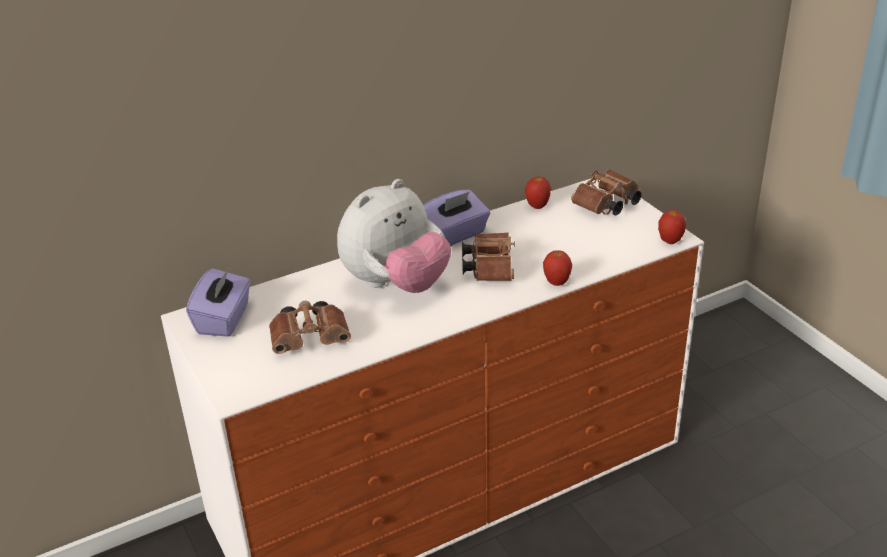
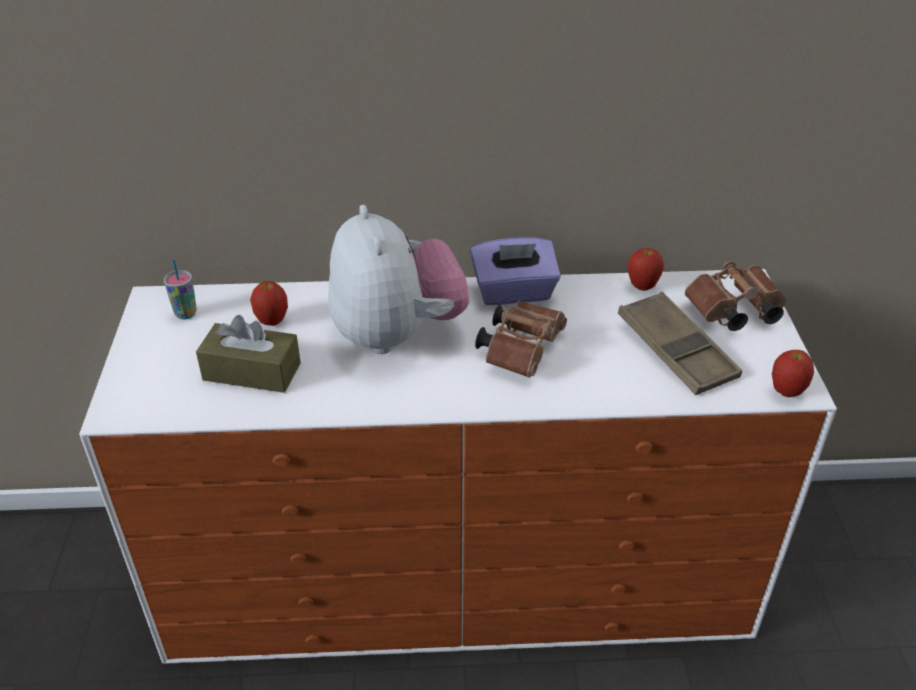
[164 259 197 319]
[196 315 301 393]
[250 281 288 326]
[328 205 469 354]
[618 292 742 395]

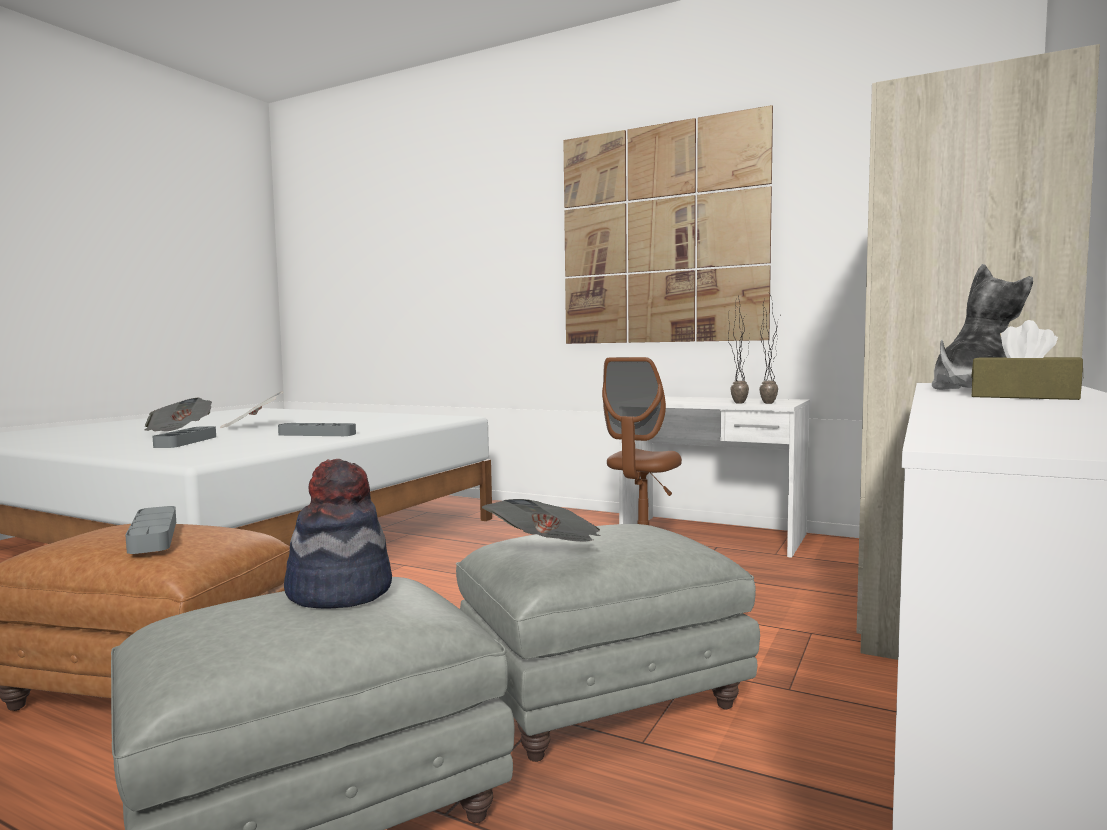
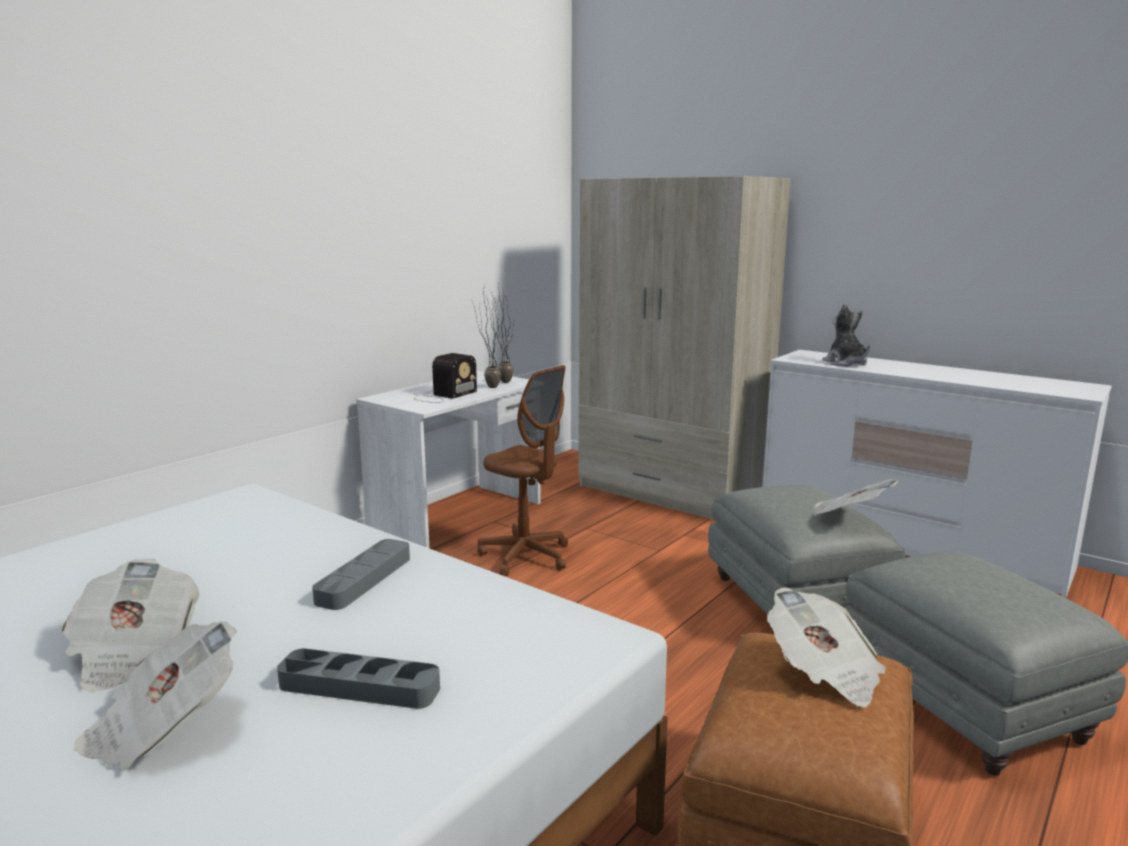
[414 353 477 403]
[767 587 886 707]
[284 459 392 608] (first image)
[563 105 773 344] (first image)
[971 320 1083 400] (first image)

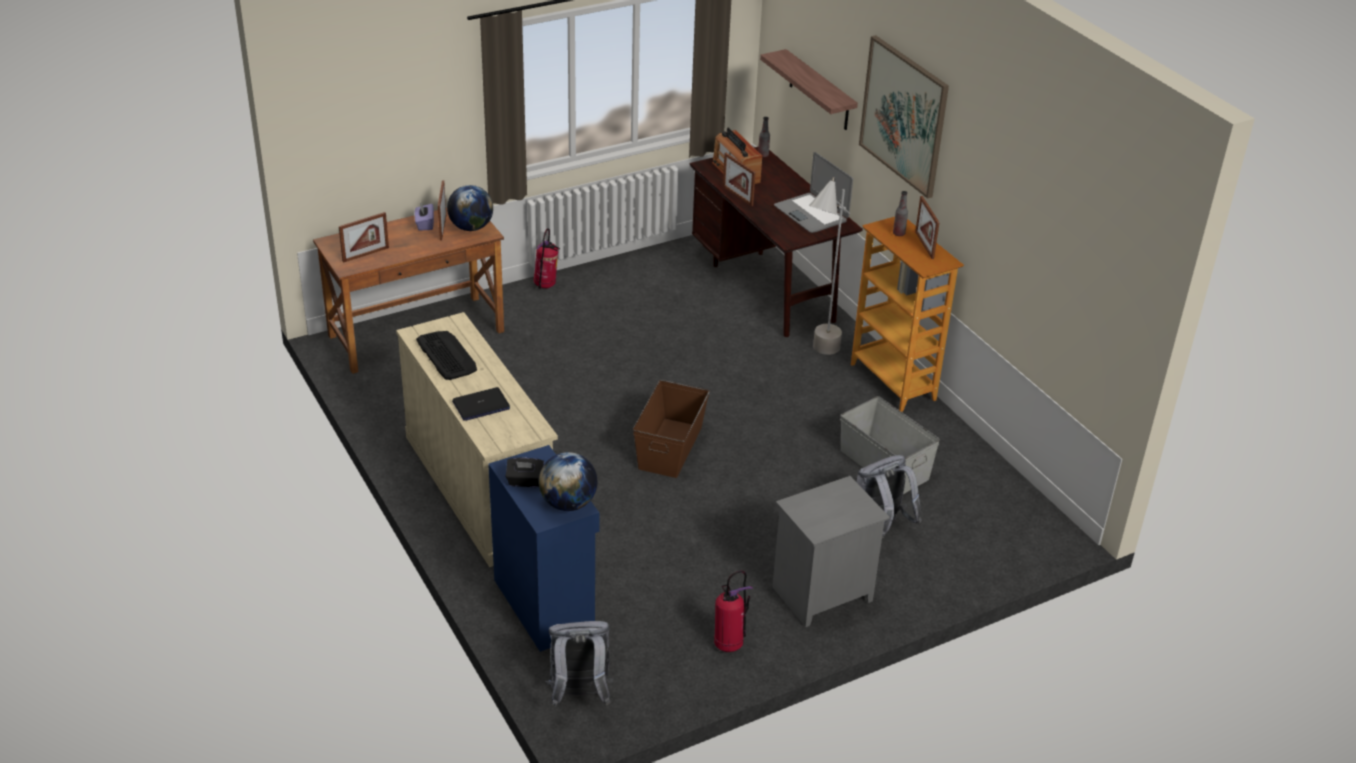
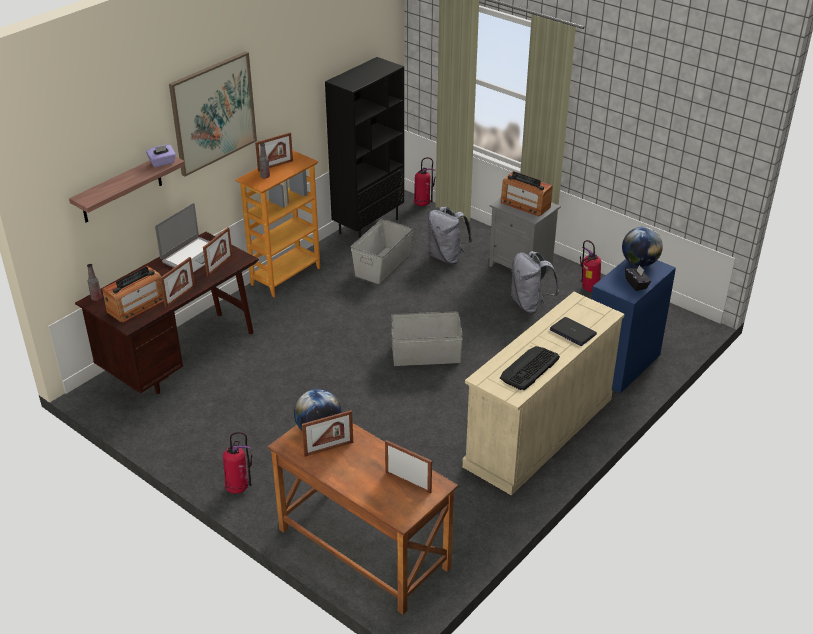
[146 145 176 167]
[203 227 233 276]
[325 57 404 238]
[391 311 463 366]
[414 157 436 206]
[501 171 553 216]
[511 251 559 313]
[809 177 850 355] (first image)

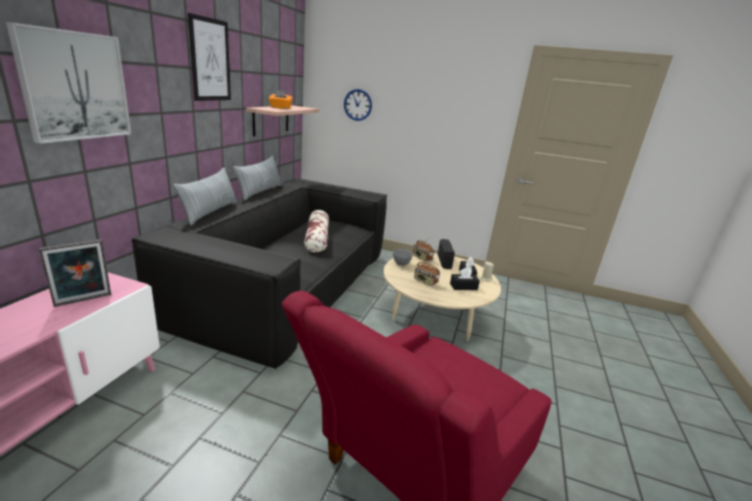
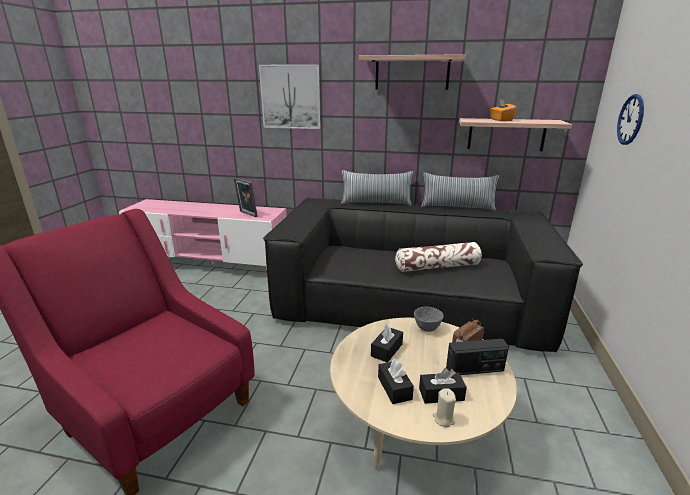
[359 54 466 90]
[371 324 403 362]

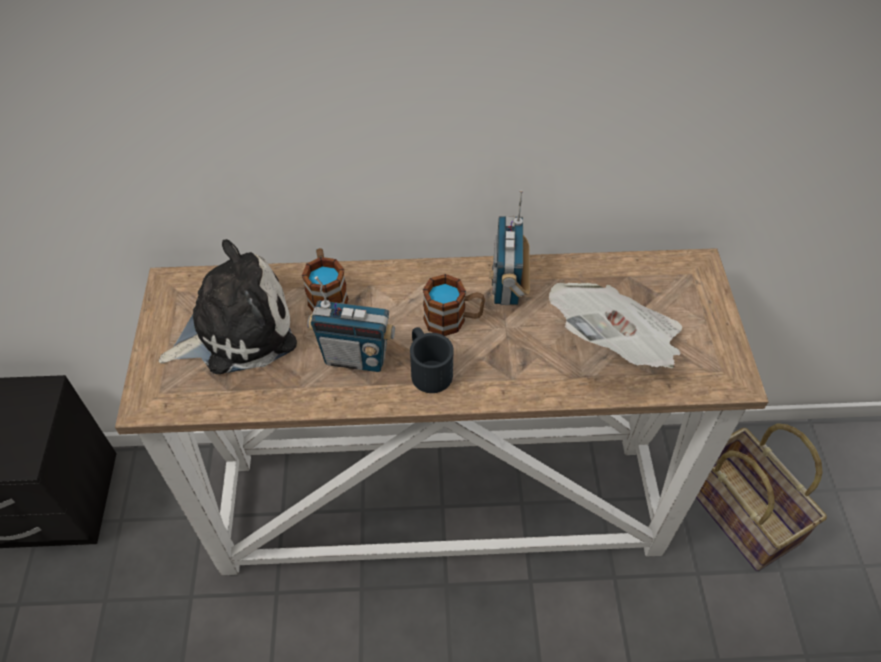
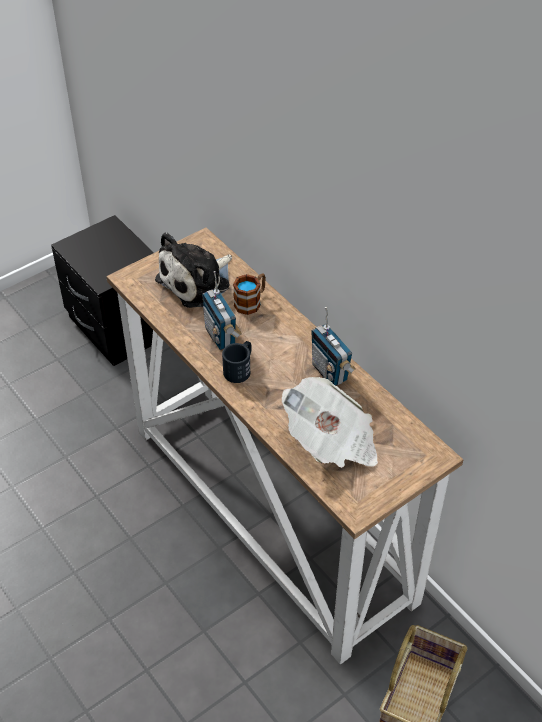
[155 232 232 308]
[311 307 356 386]
[423 274 485 336] (first image)

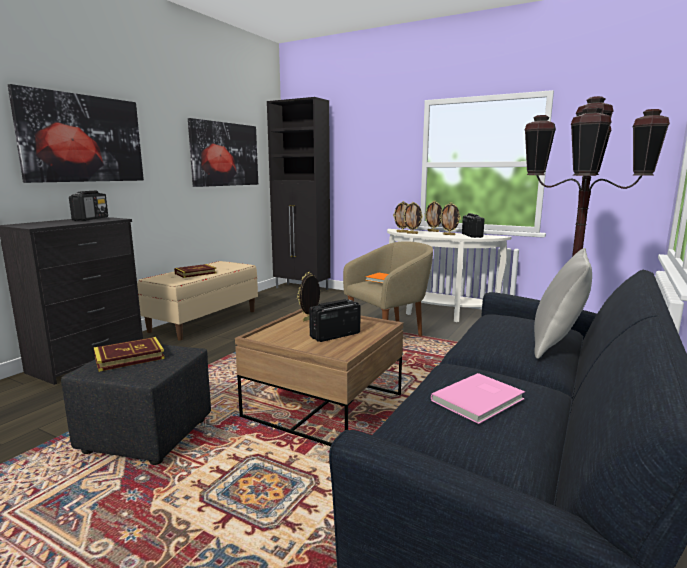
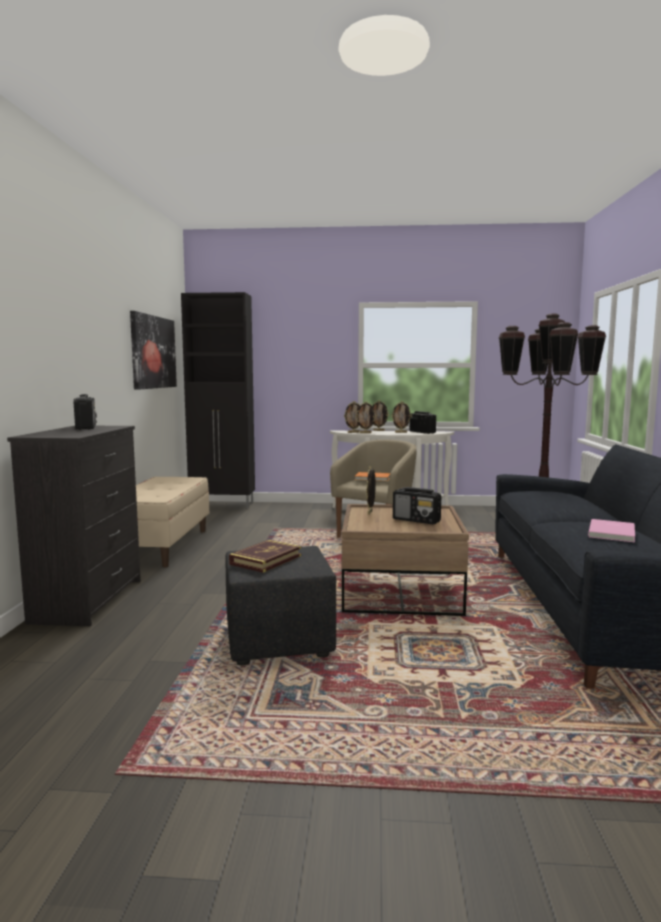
[393 487 441 524]
[8 84 144 183] (first image)
[174 264 217 278] (first image)
[534 248 592 359] (first image)

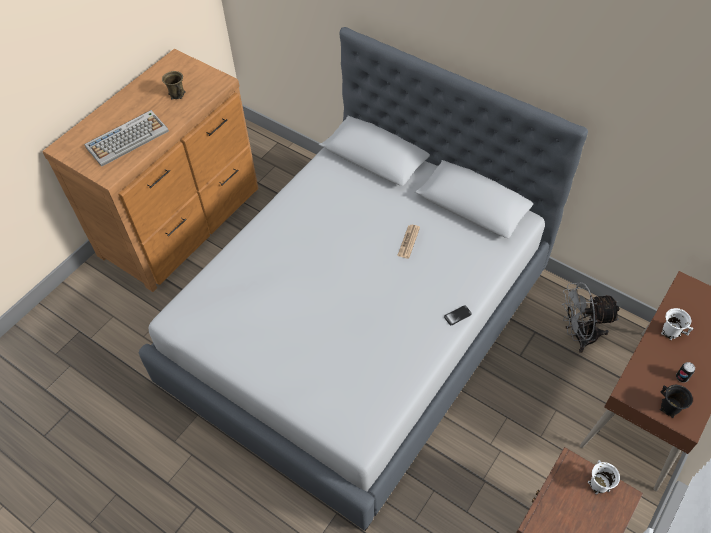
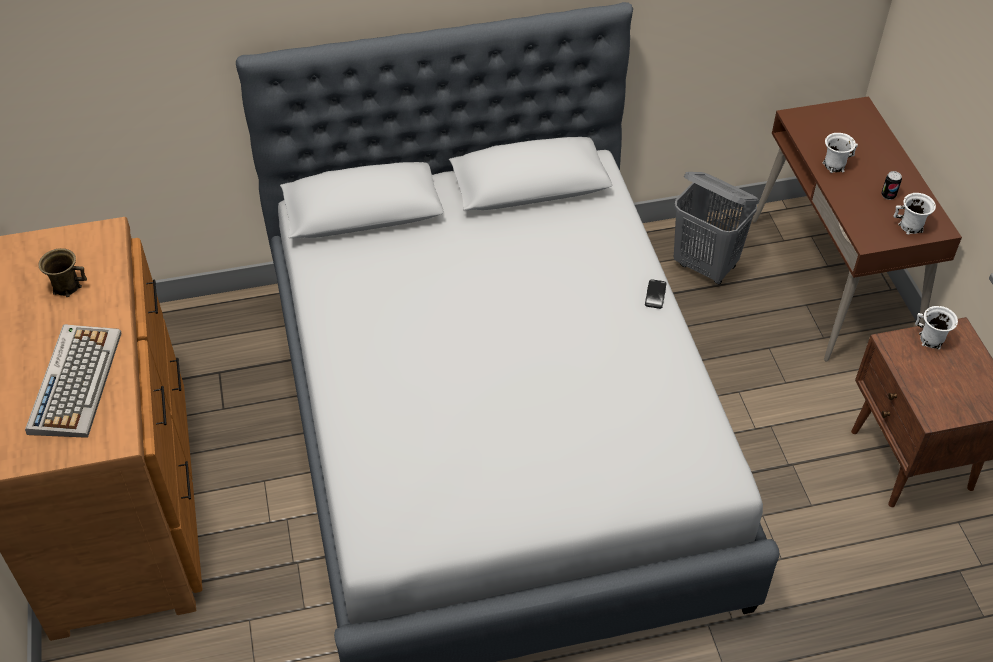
[674 172 758 285]
[893 193 936 235]
[397 225 420 259] (first image)

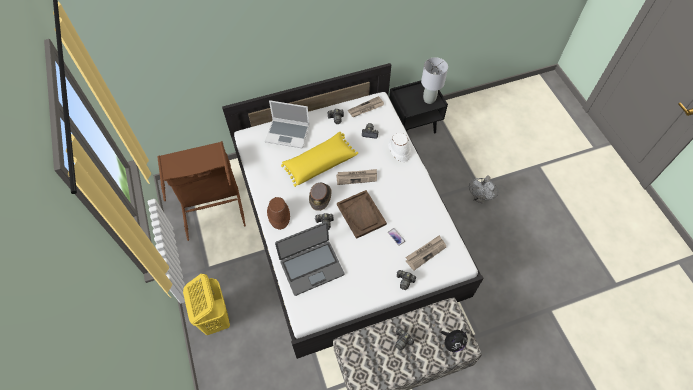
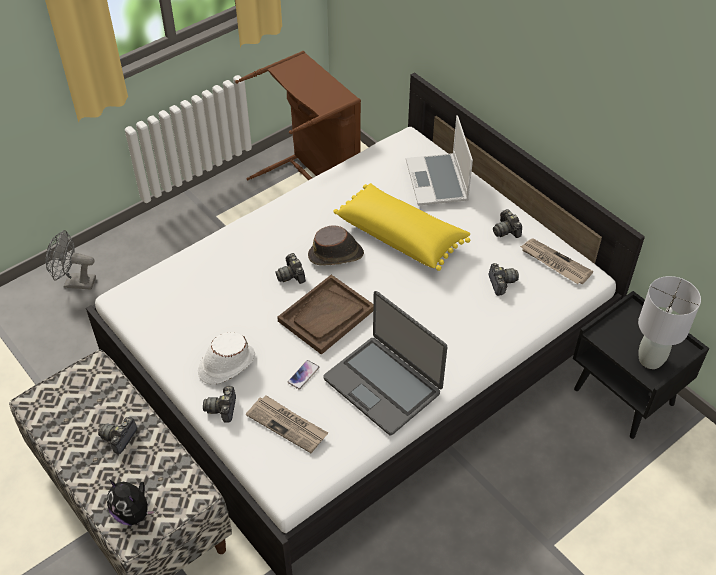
[46 230 96 290]
[198 332 255 385]
[323 291 447 435]
[183 274 230 335] (first image)
[267 197 290 230] (first image)
[336 169 377 185] (first image)

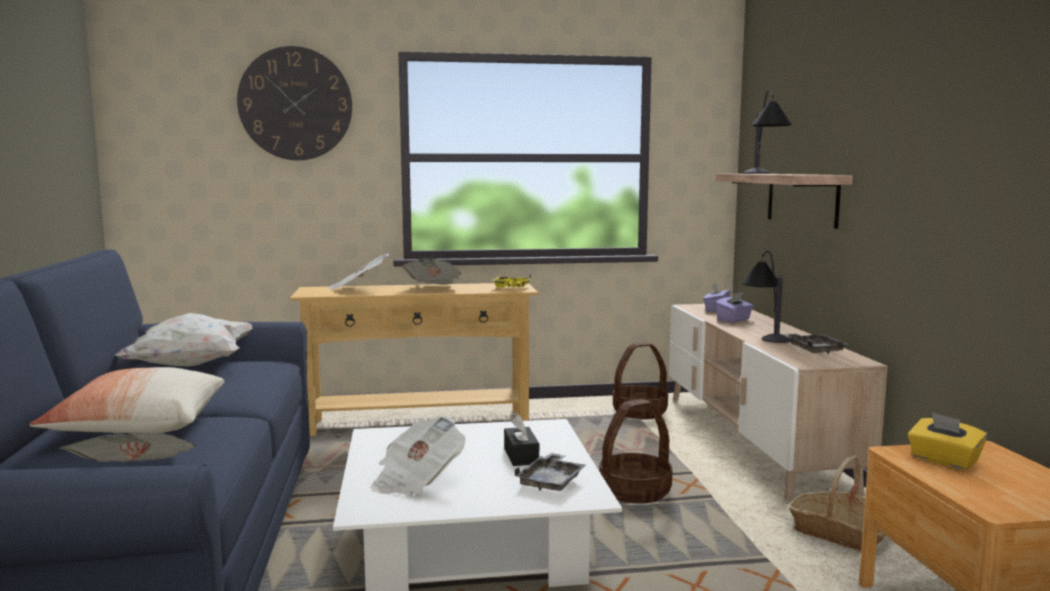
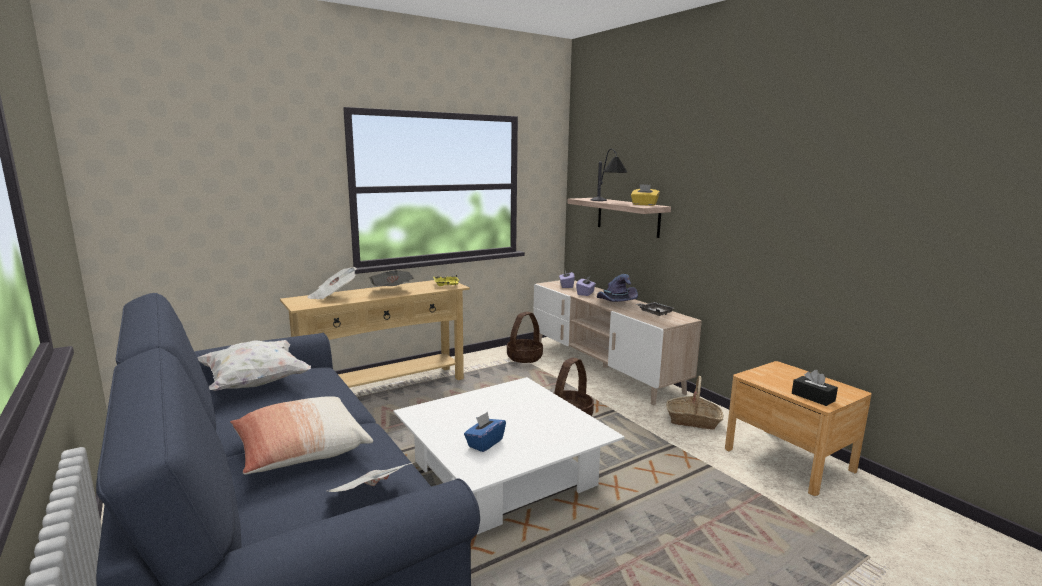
[464 412 506 452]
[597 274 638 302]
[631 184 660 206]
[792 370 838 406]
[237 46 352 160] (first image)
[514 453 586 491] (first image)

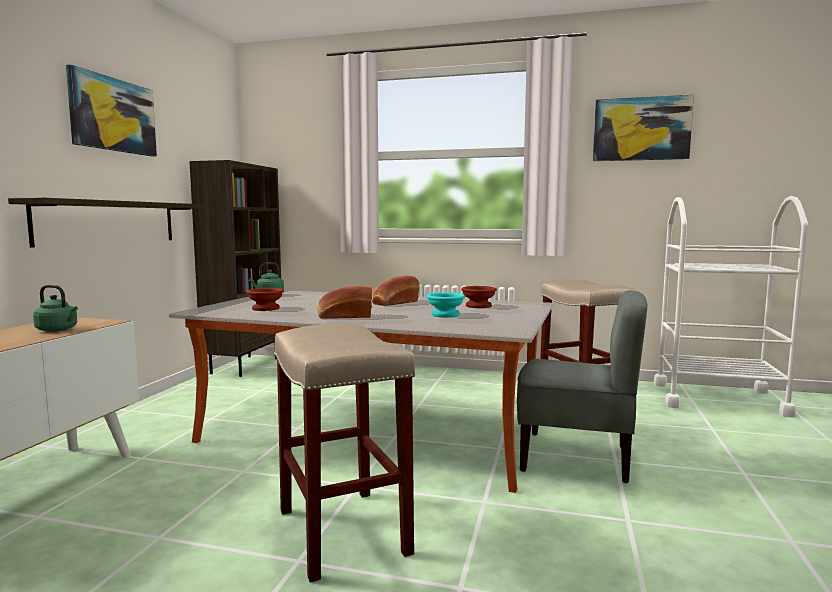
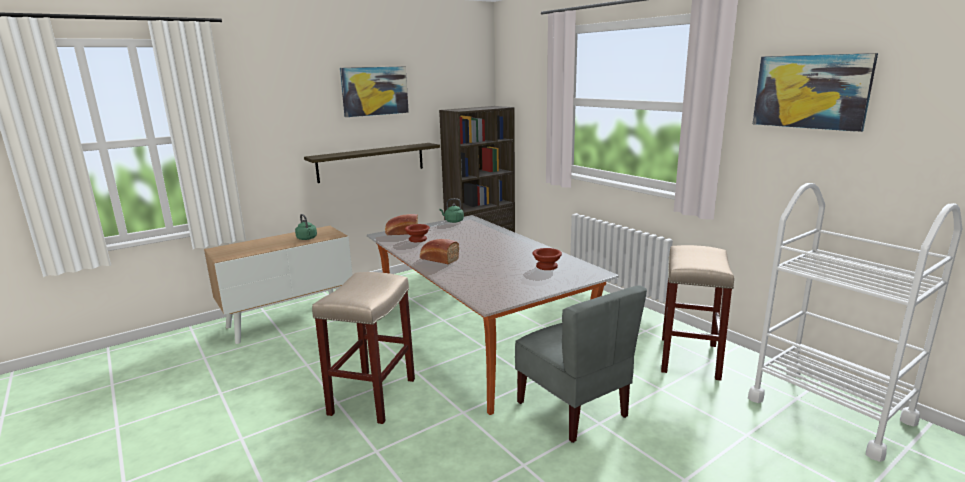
[385 214 418 235]
[426 292 465 317] (first image)

